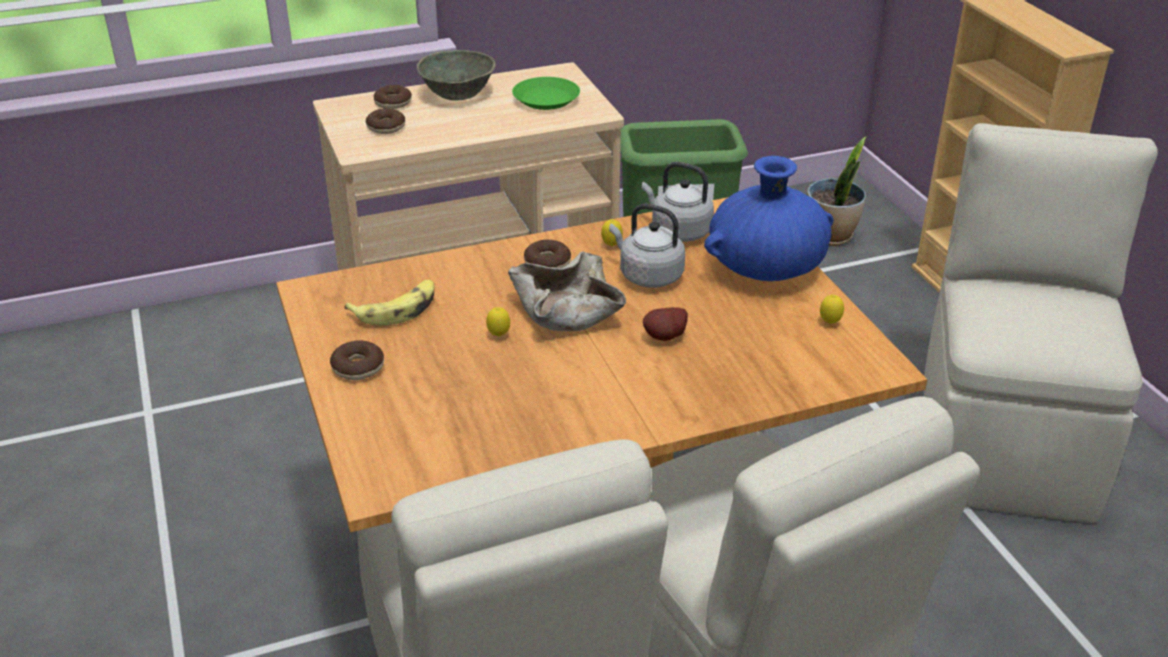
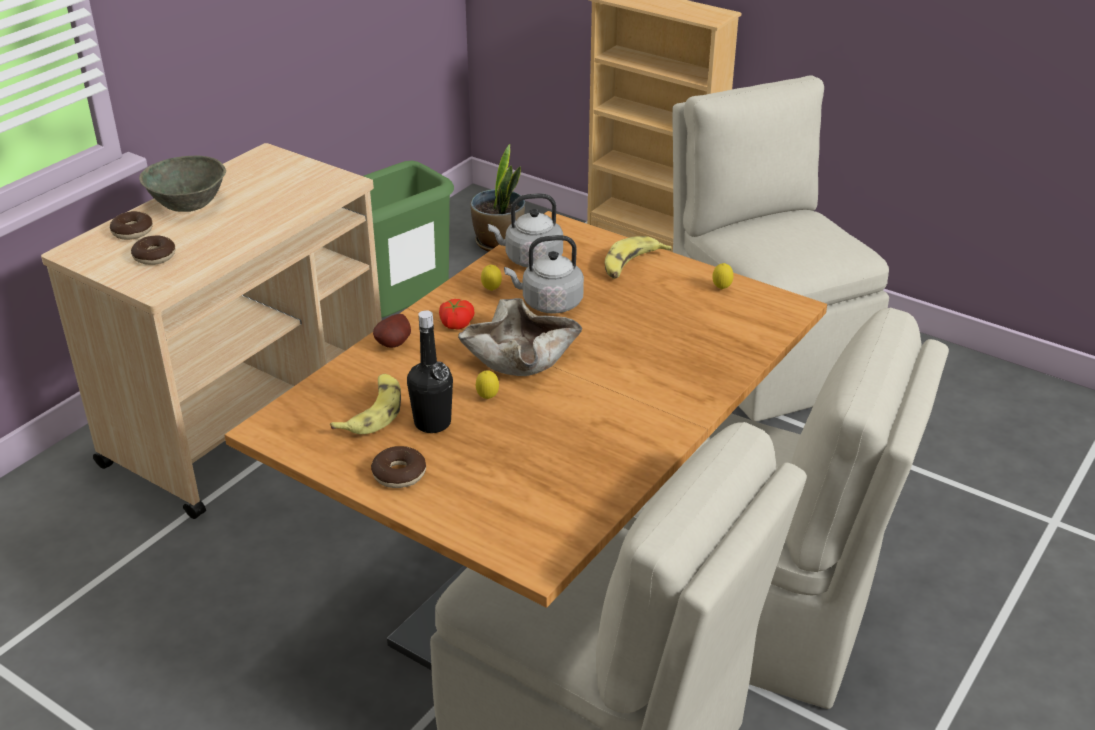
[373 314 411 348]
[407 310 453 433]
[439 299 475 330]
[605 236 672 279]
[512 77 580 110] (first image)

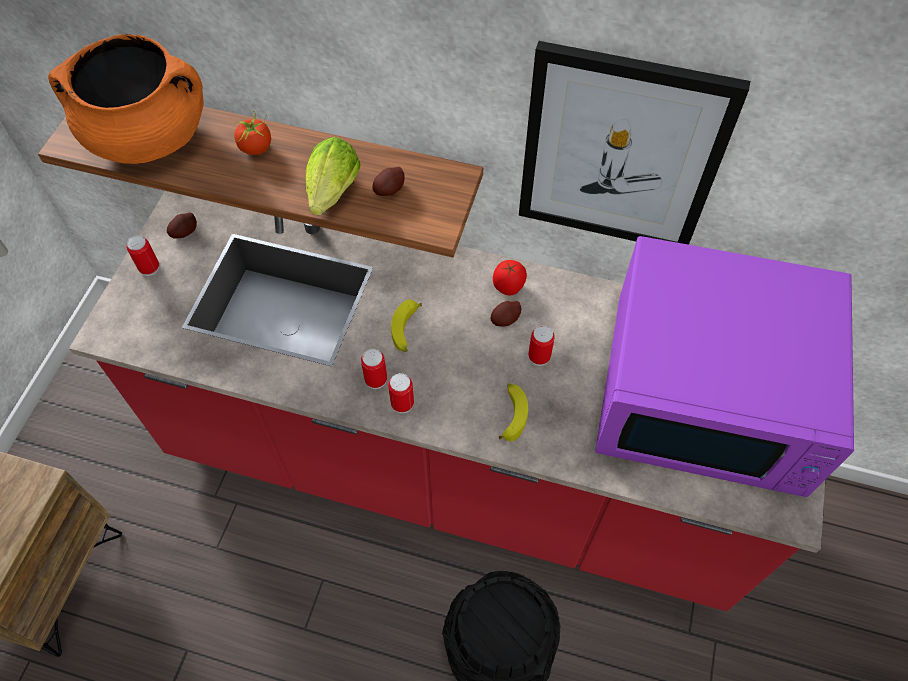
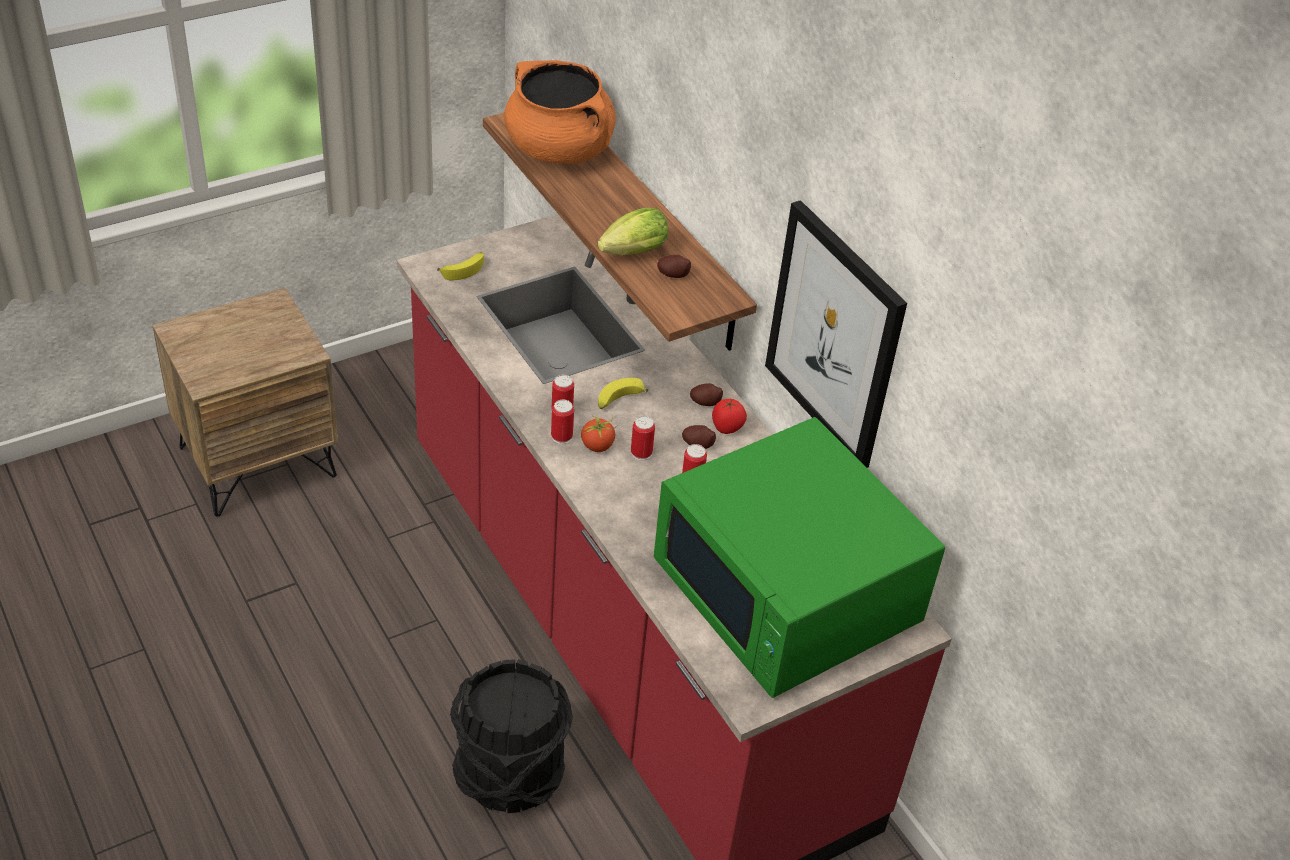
[437 252 484 280]
[581 415 618 452]
[631 416 655 461]
[654 417 945 698]
[690 383 723 406]

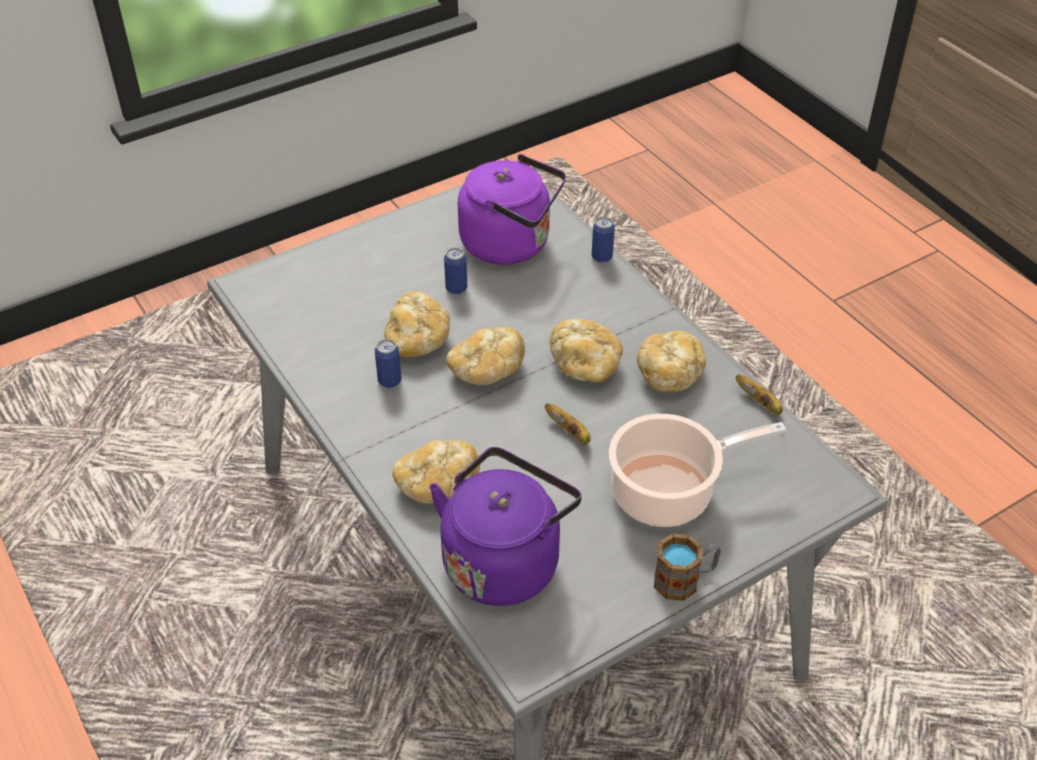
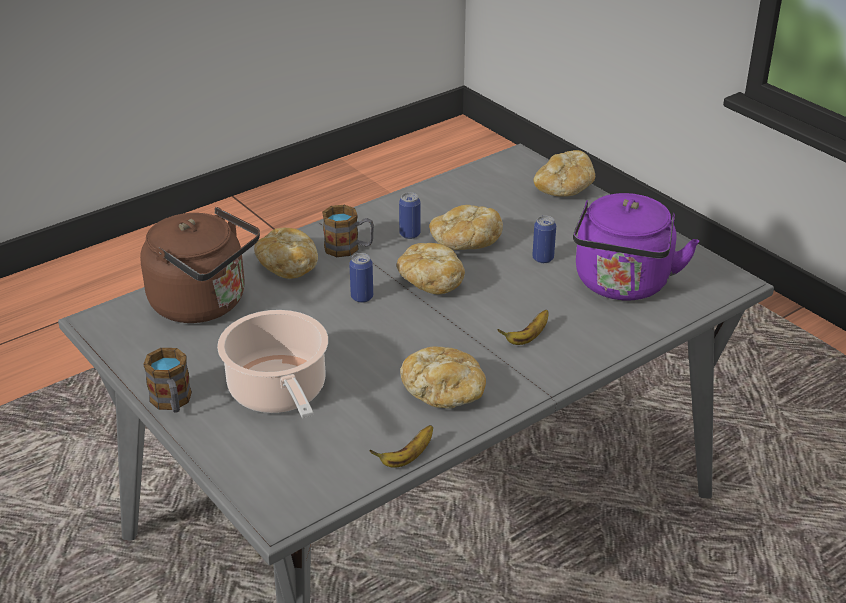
[140 207 260 323]
[322 205 374 257]
[349 253 373 303]
[497 310 549 345]
[533 150 595 197]

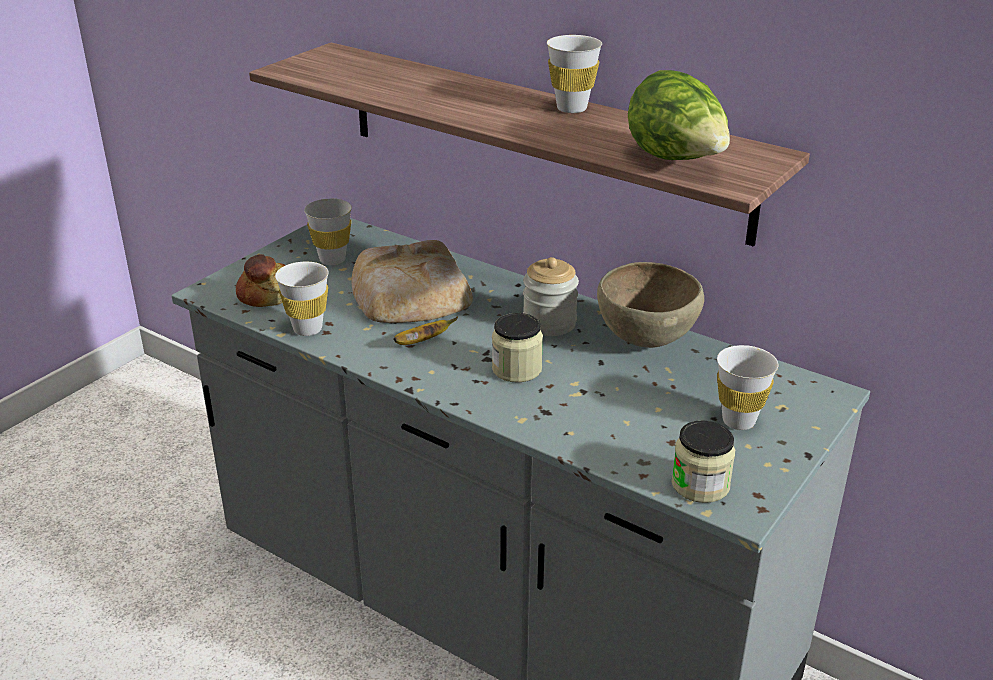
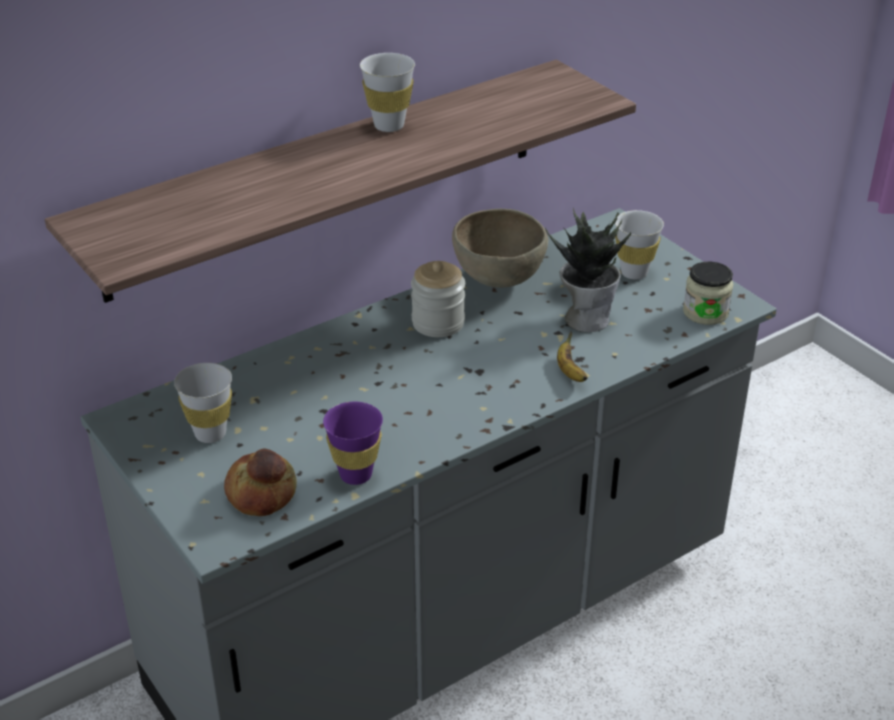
[323 401 383 485]
[545 208 631 332]
[557 332 588 382]
[352 240 473 323] (first image)
[492 313 543 383] (first image)
[628 70 730 160] (first image)

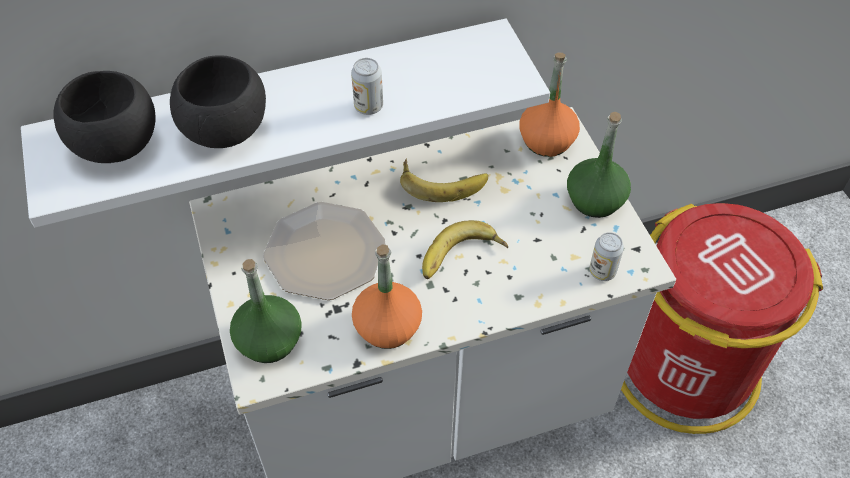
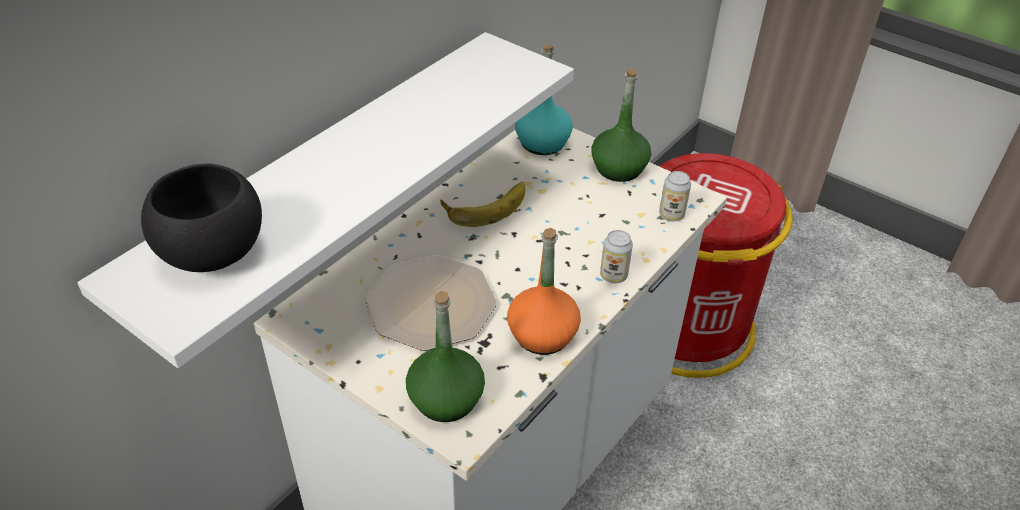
[515 45 573 155]
[600 230 633 283]
[170 55 266 148] (first image)
[422 220 508 279] (first image)

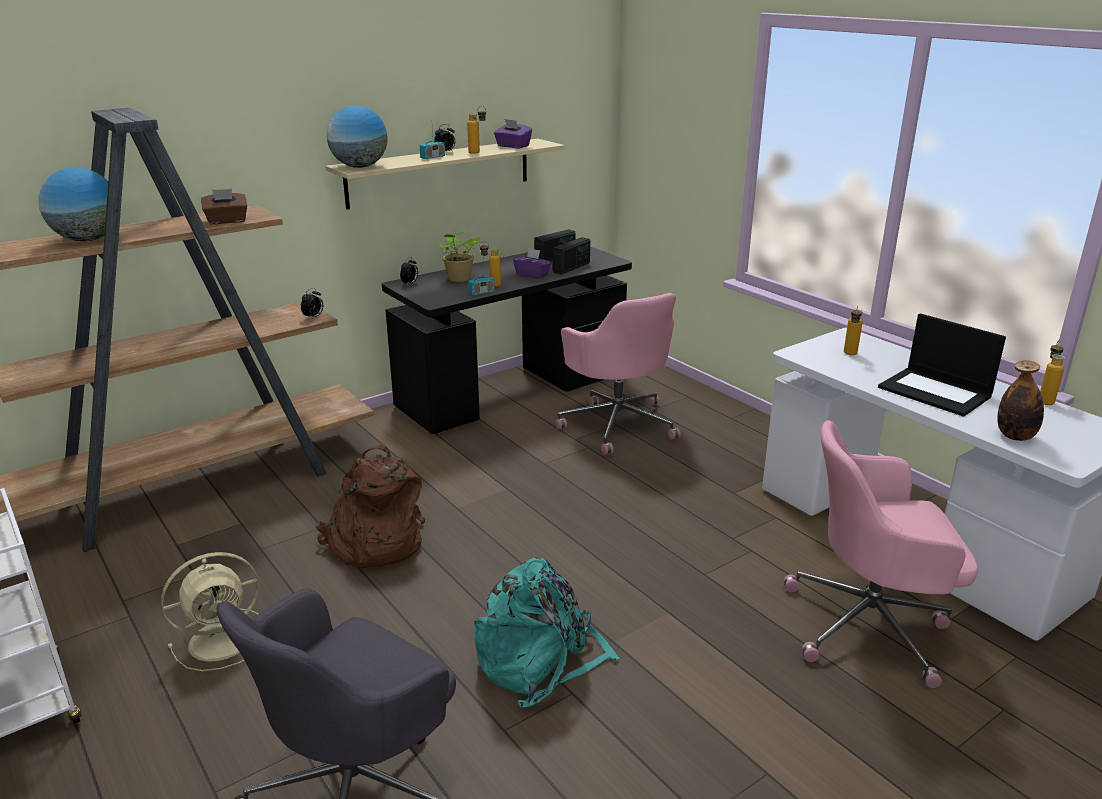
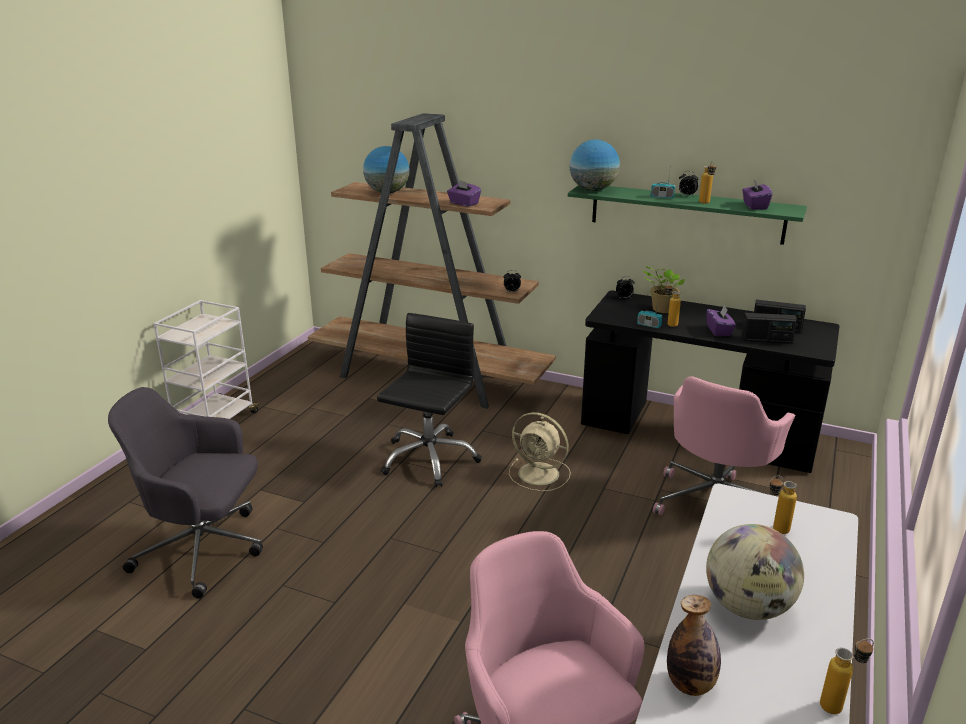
[377 313 482 487]
[447 180 481 207]
[509 412 571 491]
[568 185 807 245]
[706 524 804 620]
[474 557 620 708] (first image)

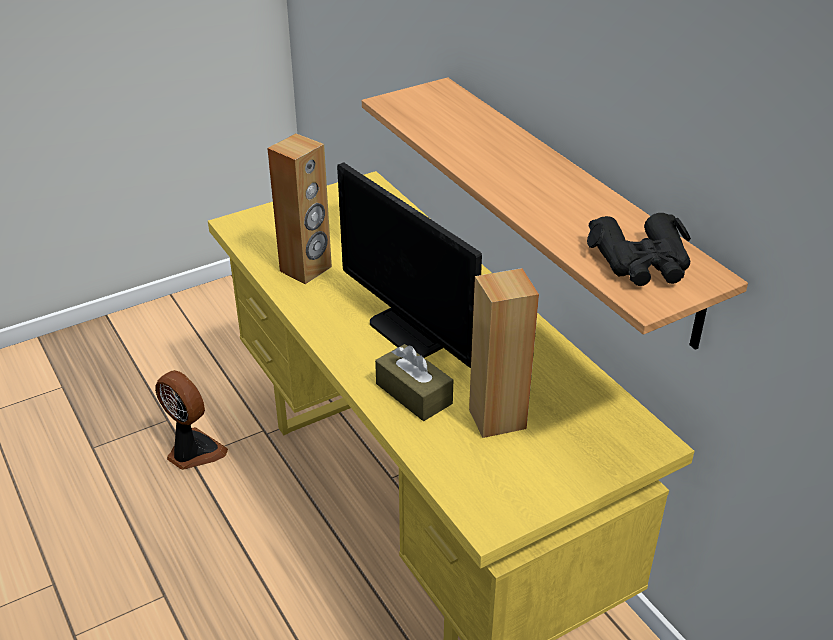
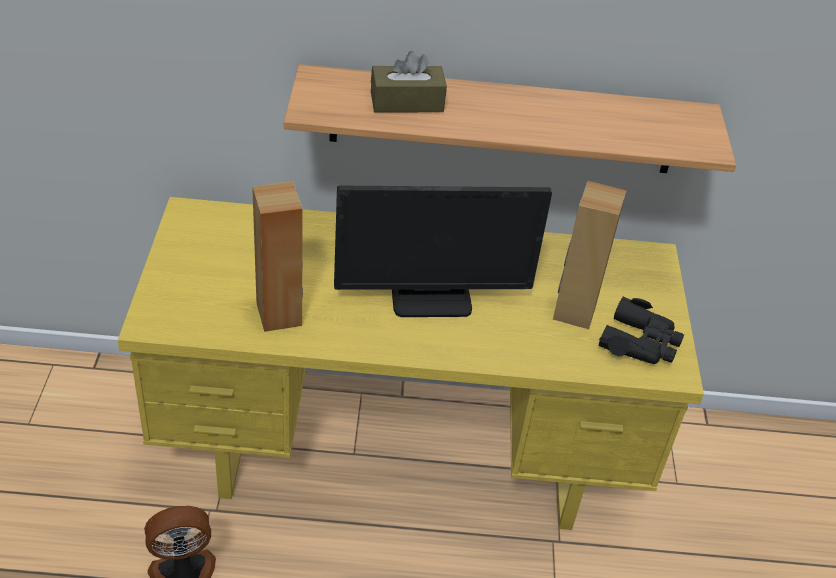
[371 51 447 113]
[599 297 684 364]

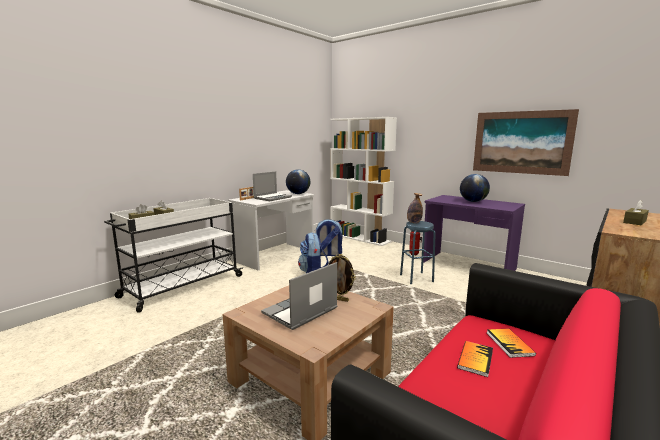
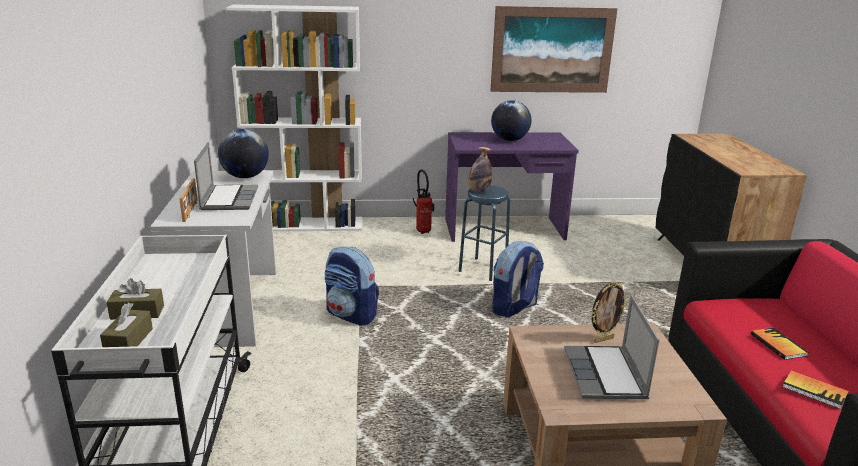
[492 241 544 317]
[783 370 848 409]
[623 200 649 225] (first image)

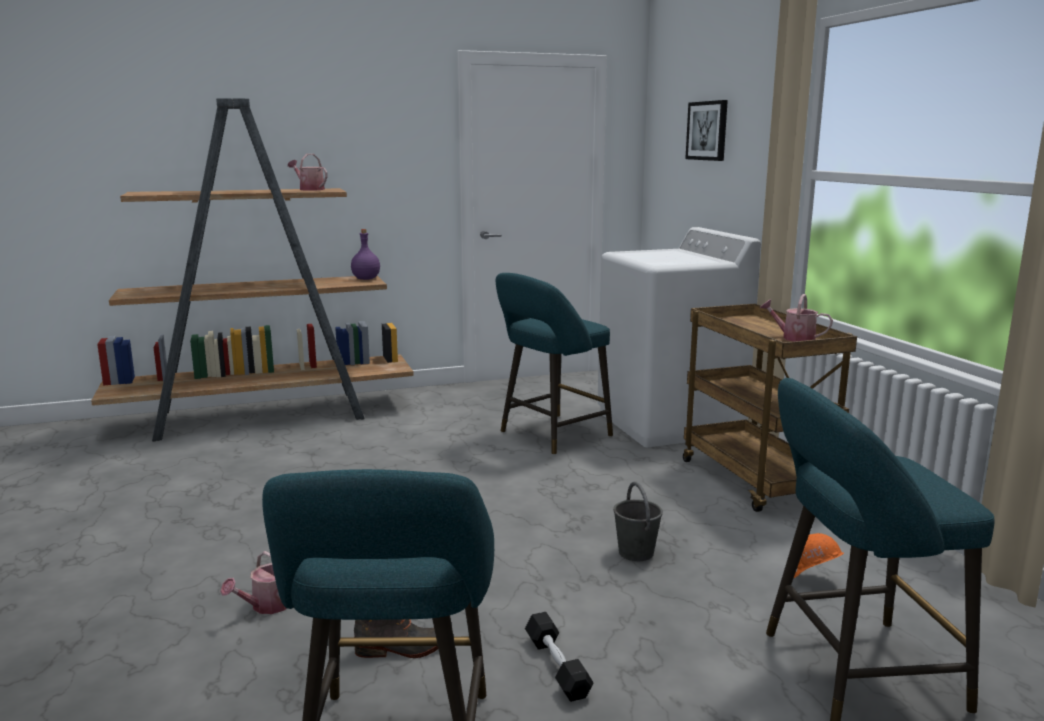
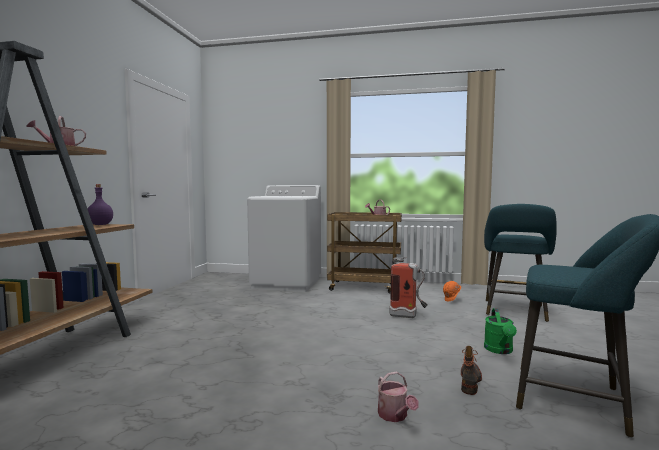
[389 257 428 318]
[484 308 517 354]
[496 273 613 455] (first image)
[685 100 728 161] (first image)

